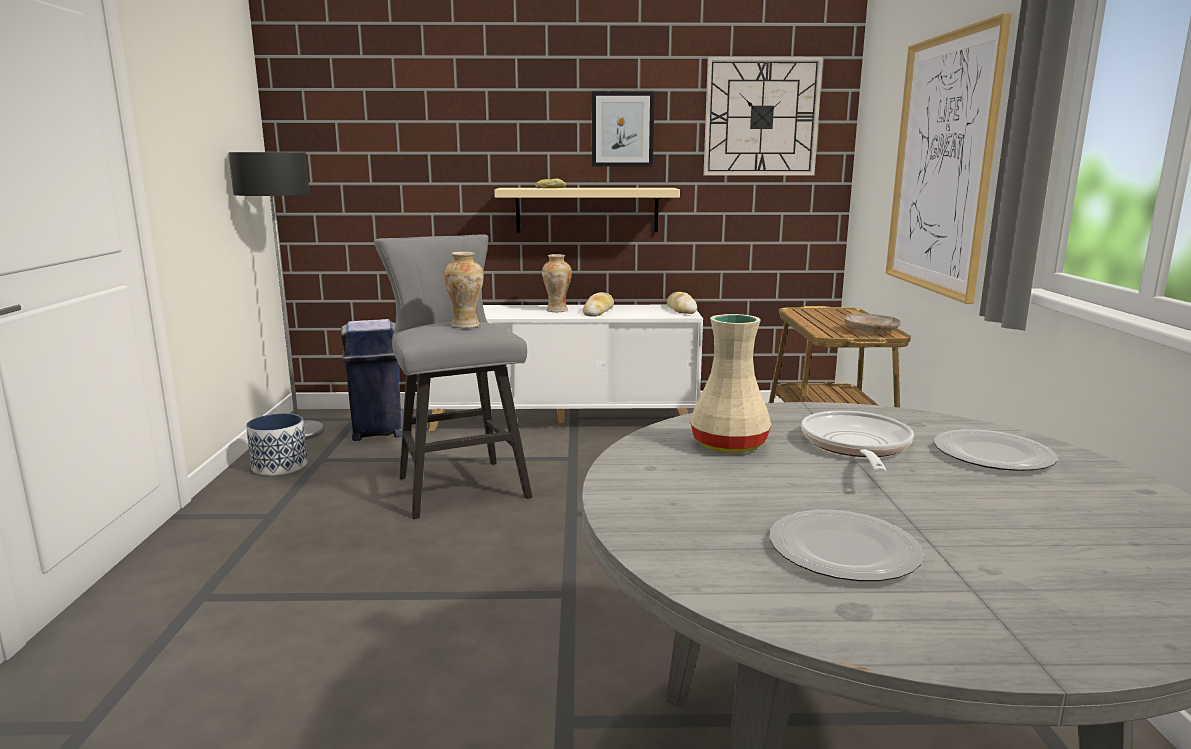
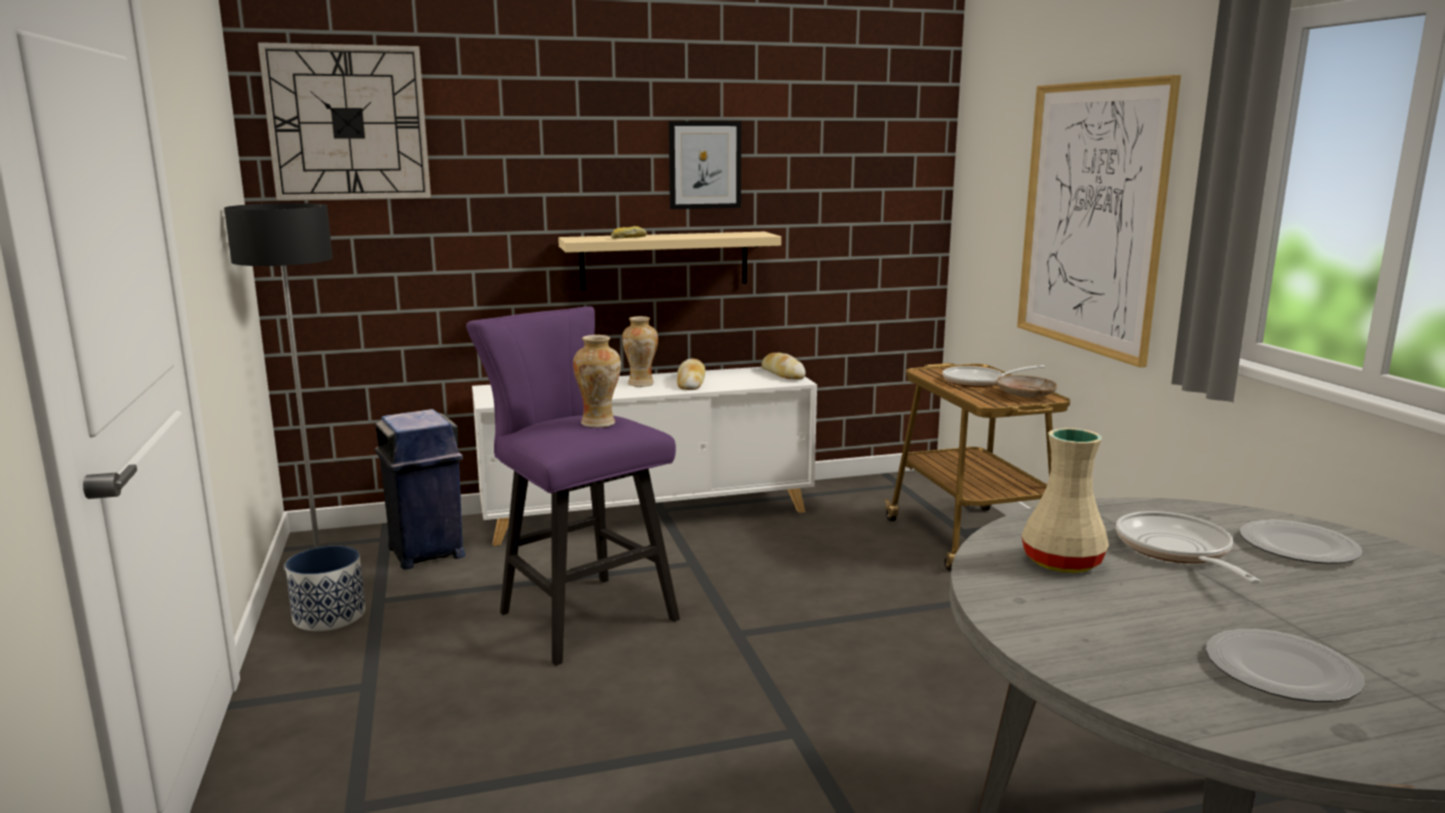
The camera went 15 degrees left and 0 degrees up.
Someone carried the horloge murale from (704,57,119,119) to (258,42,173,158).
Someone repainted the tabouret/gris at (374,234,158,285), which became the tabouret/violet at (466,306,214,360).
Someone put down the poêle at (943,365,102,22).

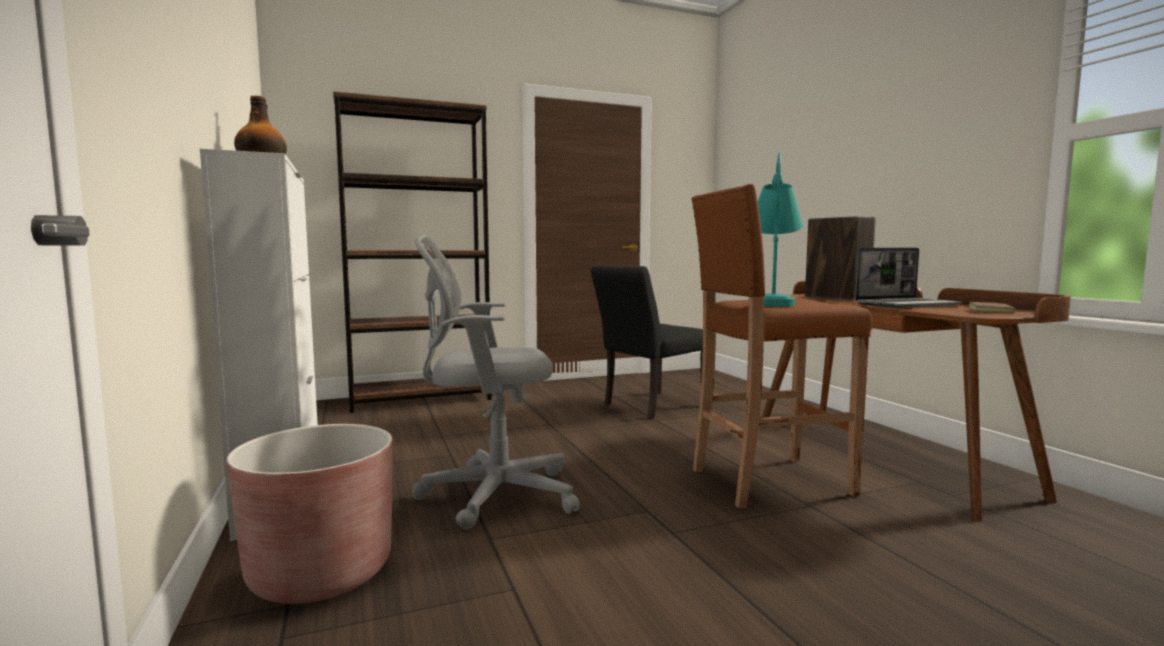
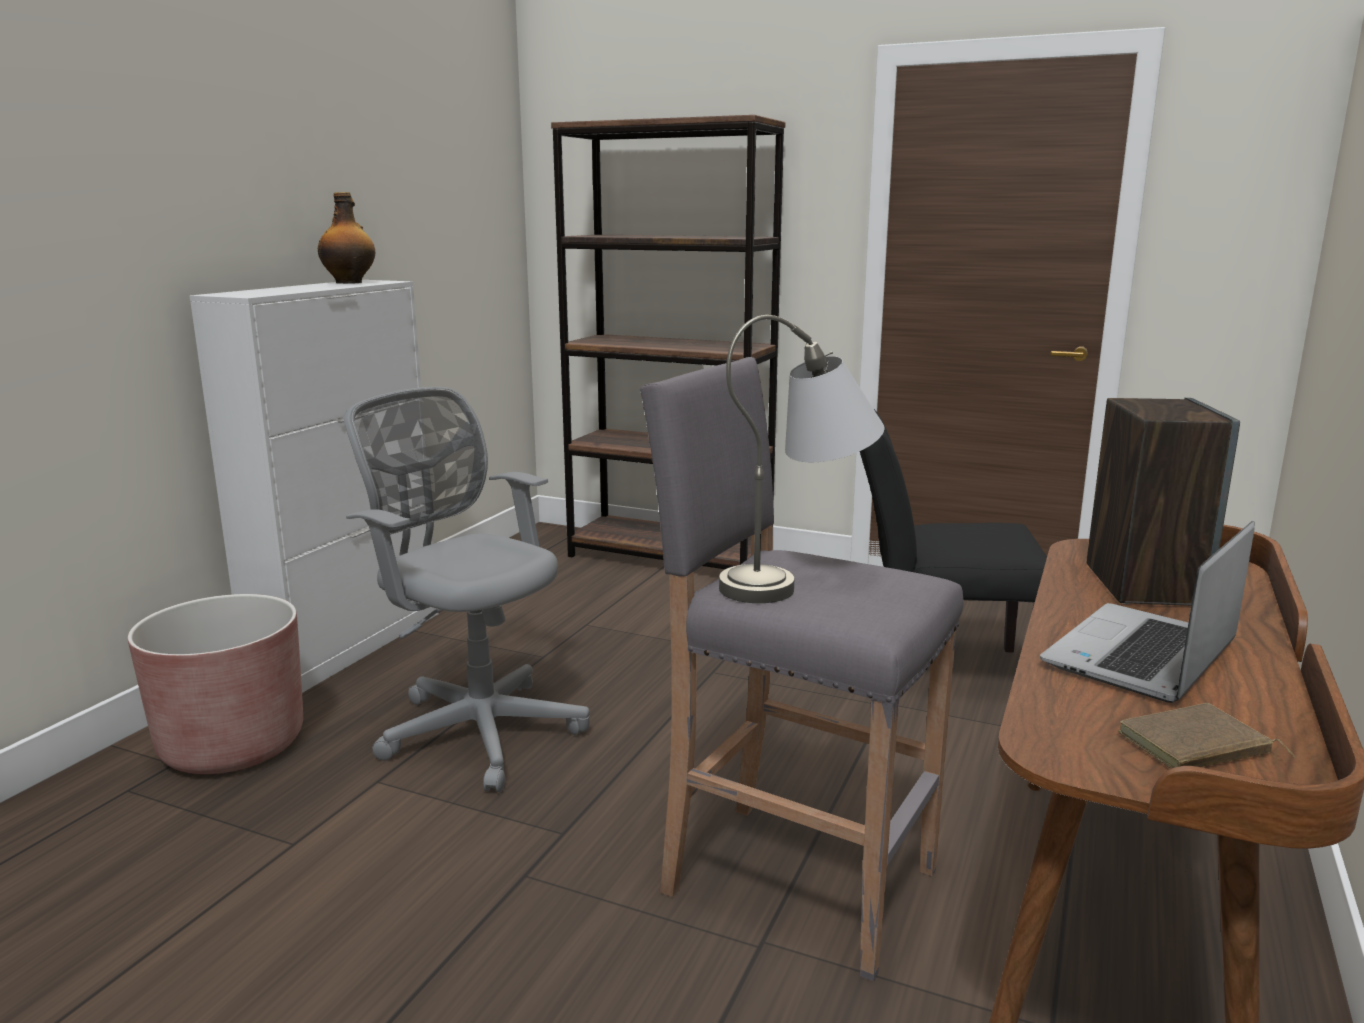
The camera went 45 degrees right and 10 degrees up.
Someone repainted the tabouret/marron at (691,184,182,325), which became the tabouret/gris at (640,357,324,625).
Someone repainted the lampe de table/turquoise at (758,153,45,153), which became the lampe de table/gris at (719,315,165,288).
Someone rotated the ordinateur portable at (855,248,107,60) by 105 degrees clockwise.

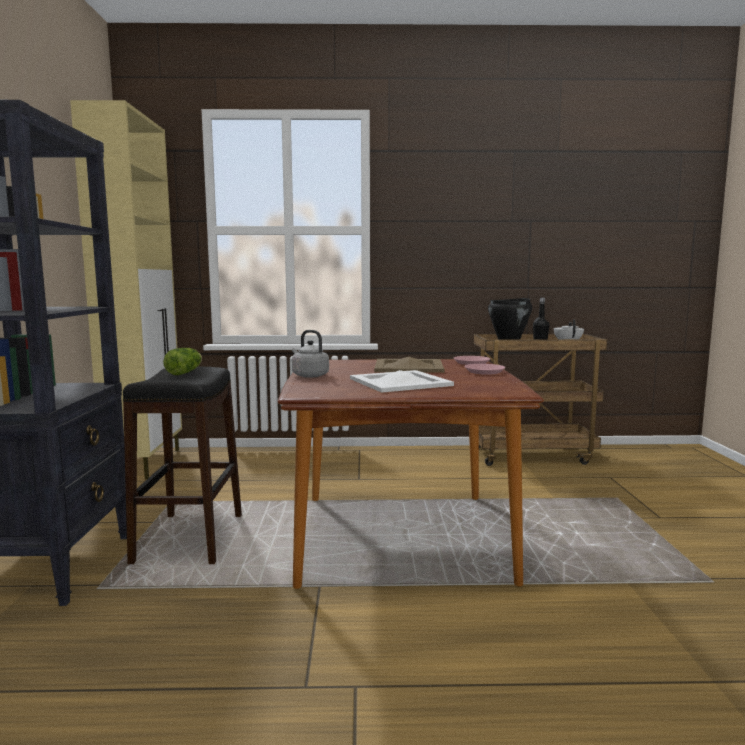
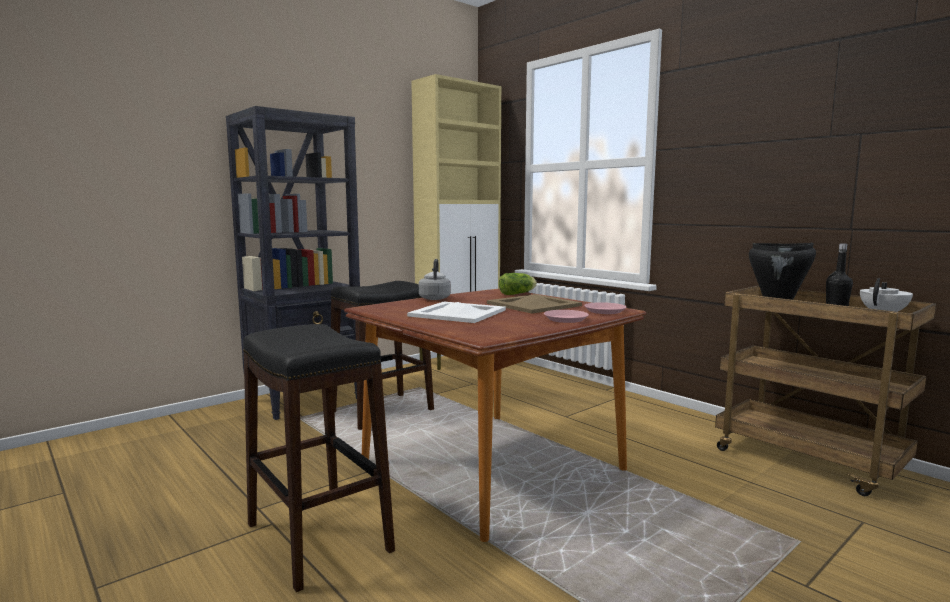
The camera went 50 degrees right and 0 degrees up.
Someone put down the tabouret/noir at (243,324,152,268).
Someone carried the laitue from (163,348,39,27) to (499,273,38,22).

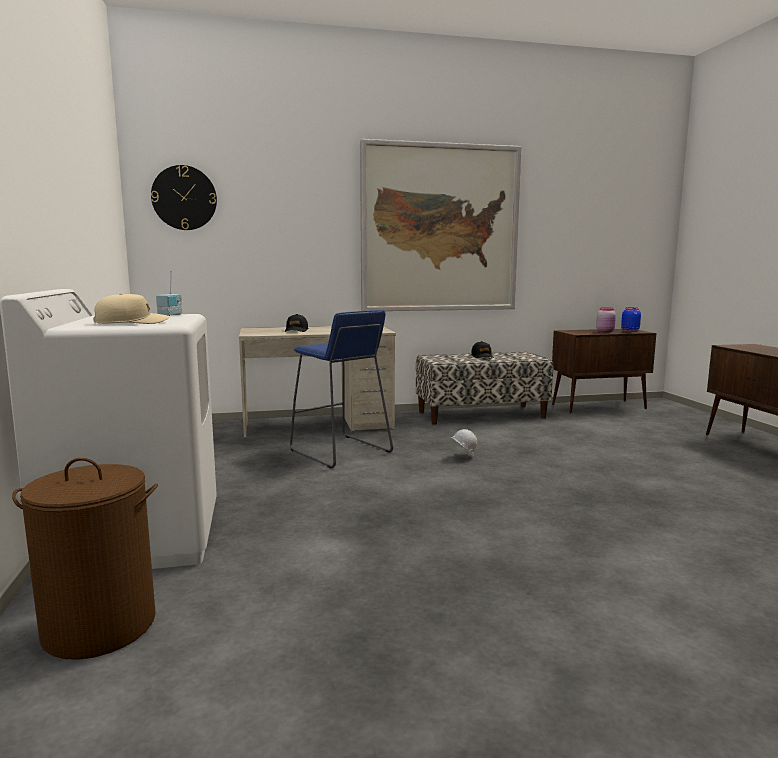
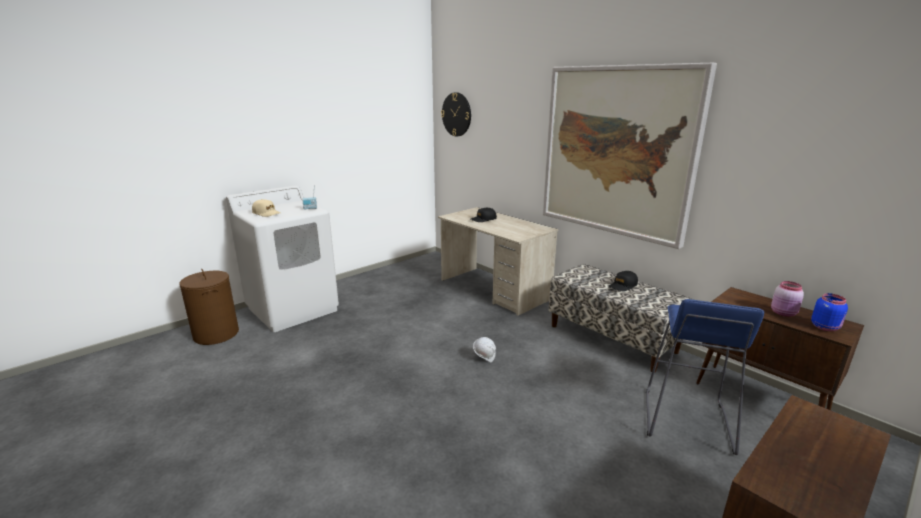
The camera went 60 degrees right and 10 degrees up.
Someone carried the tabouret/bleu from (290,310,103,159) to (646,299,118,156).

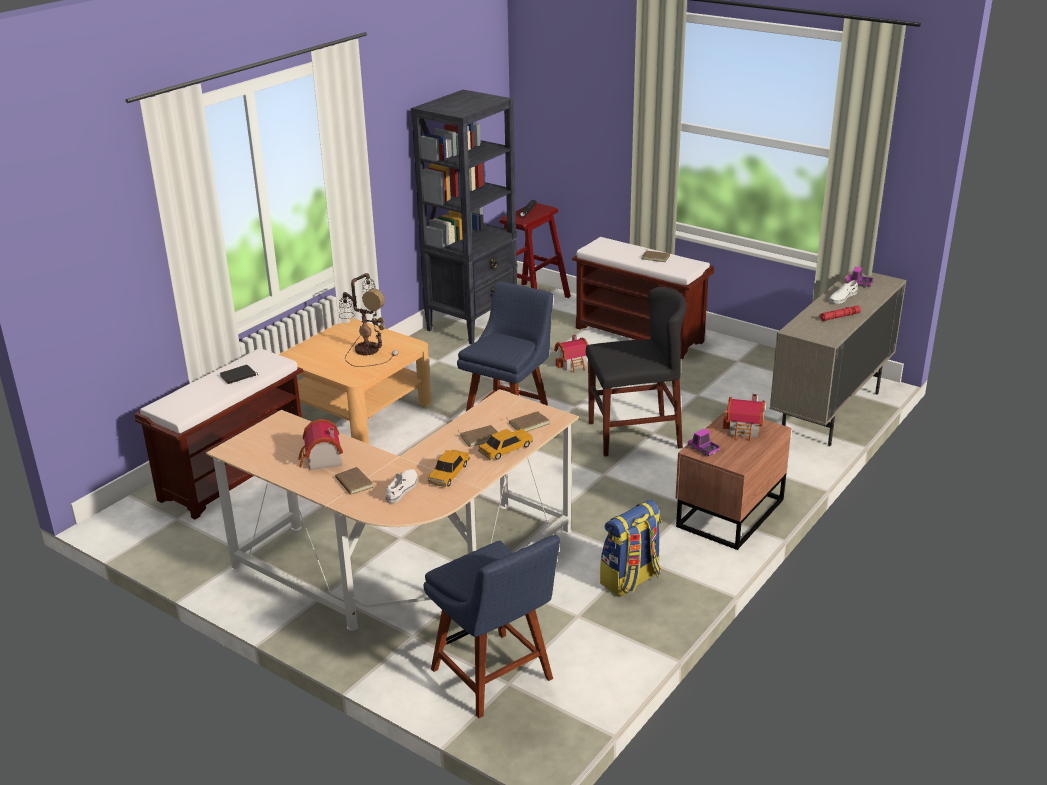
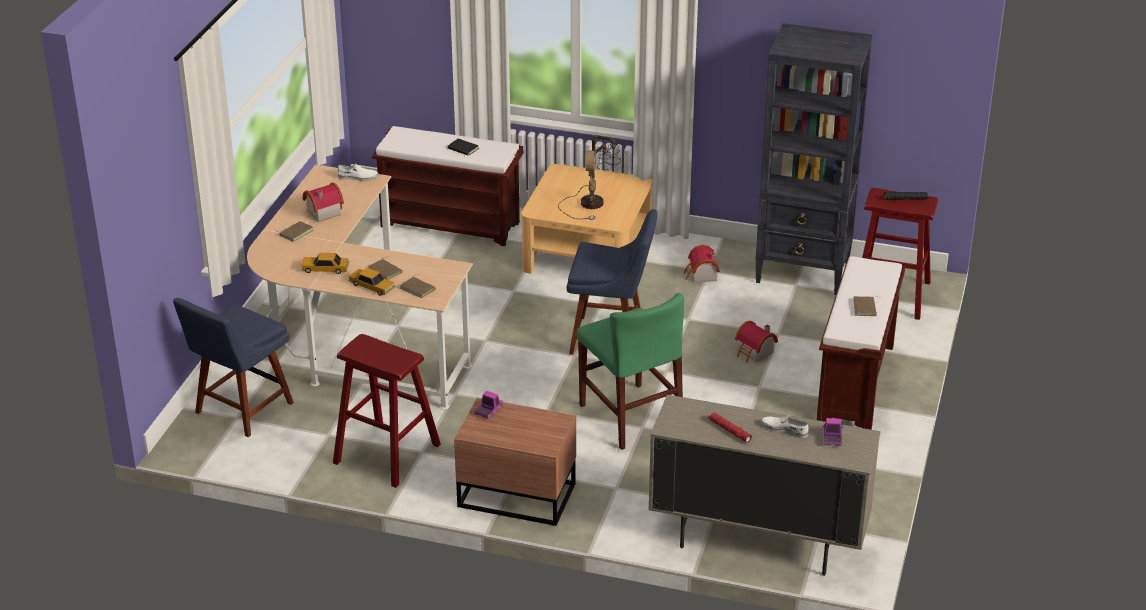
The camera went 70 degrees right and 5 degrees up.
Someone swapped the sac à dos at (600,500,61,97) for the tabouret/rouge at (333,334,108,154).
Someone carried the chaussure/blanc from (386,469,32,34) to (337,163,41,18).
Someone repainted the chaise/noir at (586,287,101,170), which became the chaise/vert at (577,293,107,157).
Someone carried the maison miniature from (723,394,42,47) to (684,245,36,37).

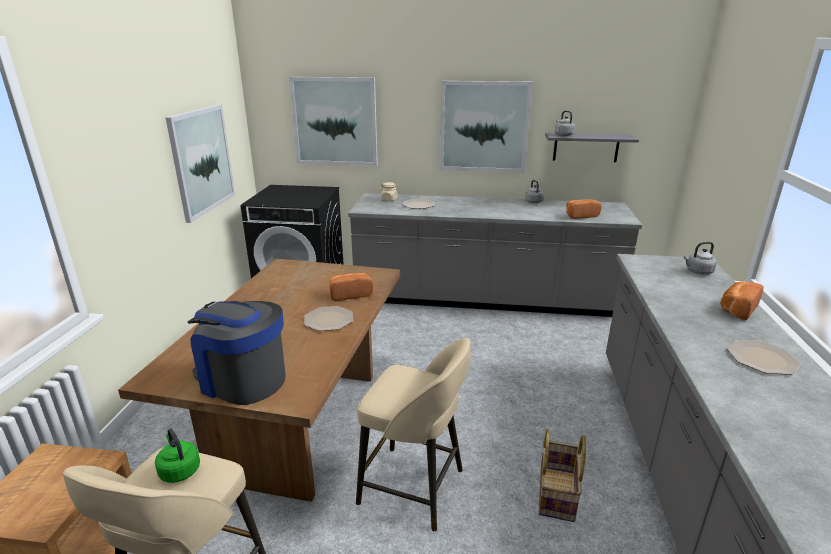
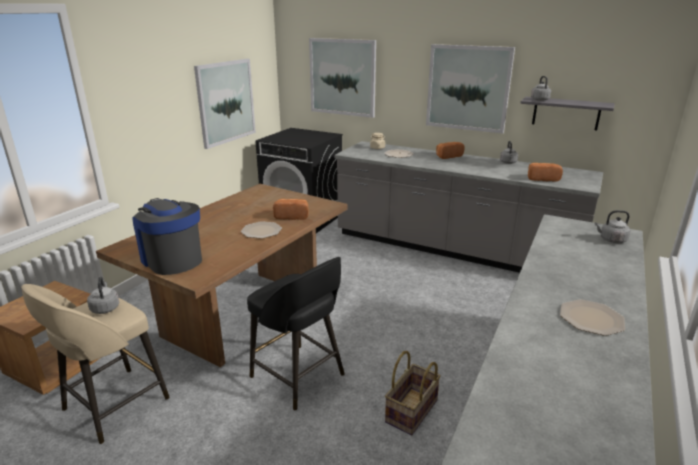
The camera went 20 degrees right and 0 degrees up.
Someone repainted the bouilloire/vert at (155,428,45,55), which became the bouilloire/gris at (87,276,32,38).
Someone repainted the tabouret/beige at (356,338,115,193), which became the tabouret/noir at (247,257,97,153).
Someone carried the pain from (720,282,44,38) to (436,142,29,17).

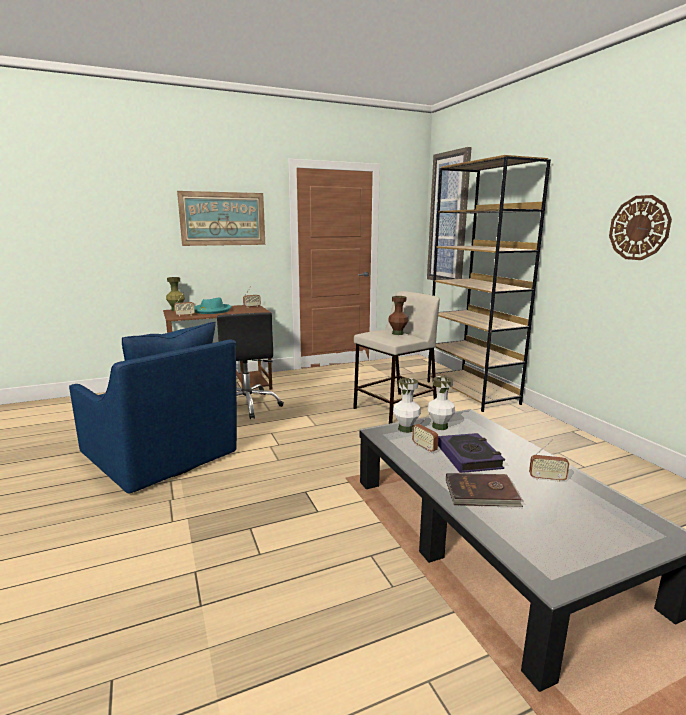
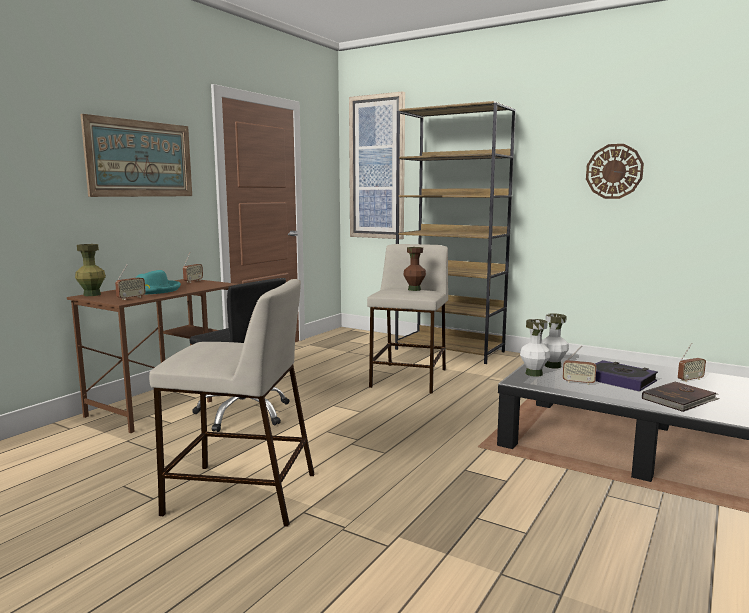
The camera went 35 degrees left and 5 degrees down.
Someone swapped the fauteuil/bleu at (69,322,168,171) for the tabouret/beige at (149,279,166,247).

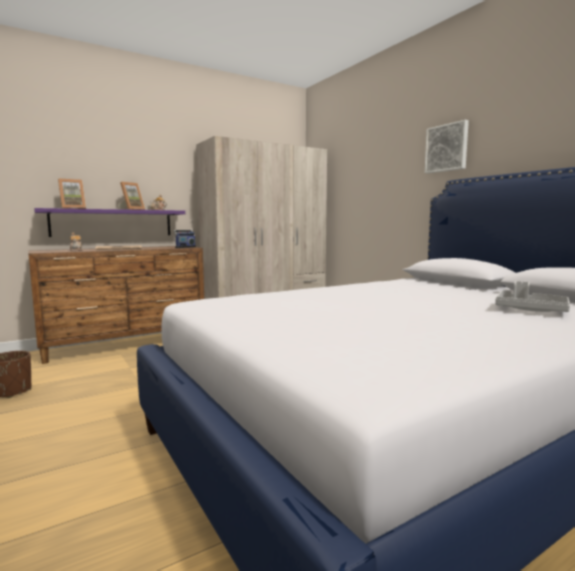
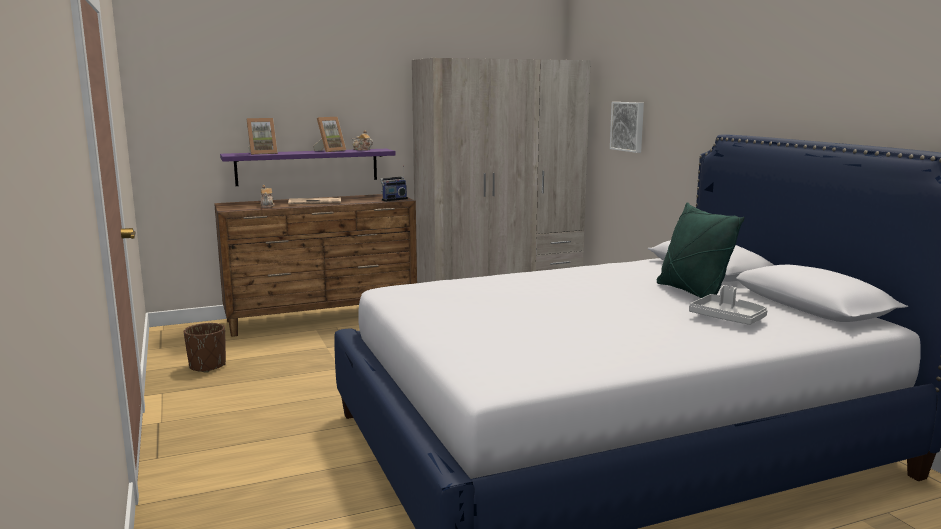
The camera went 10 degrees right and 5 degrees up.
Someone carried the tableau from (425,120,44,53) to (610,102,34,51).
Someone put down the coussin/vert at (657,202,88,96).

